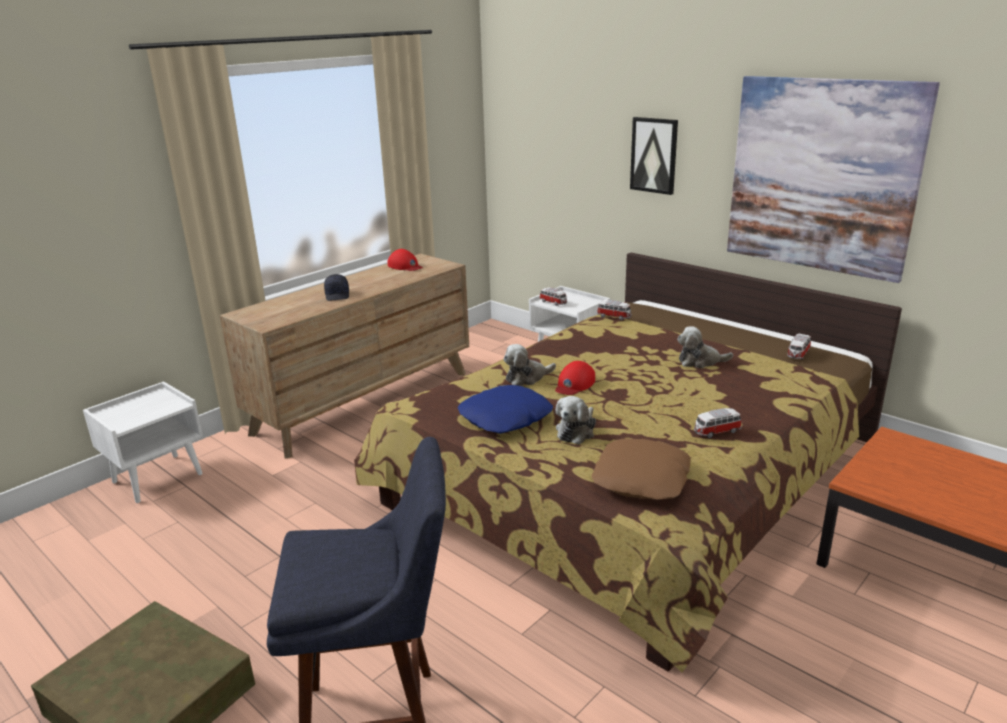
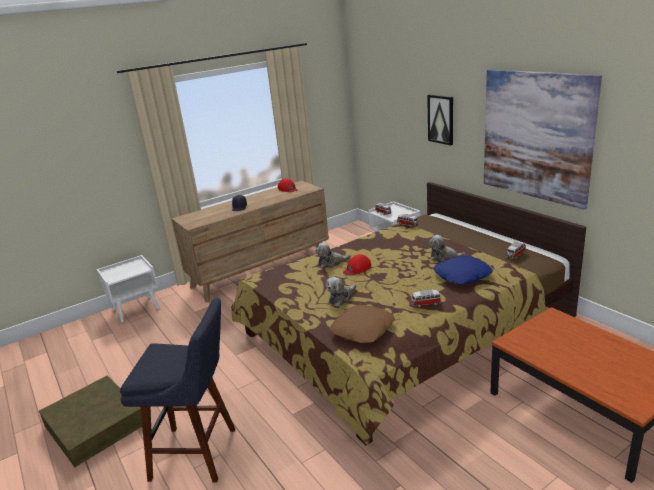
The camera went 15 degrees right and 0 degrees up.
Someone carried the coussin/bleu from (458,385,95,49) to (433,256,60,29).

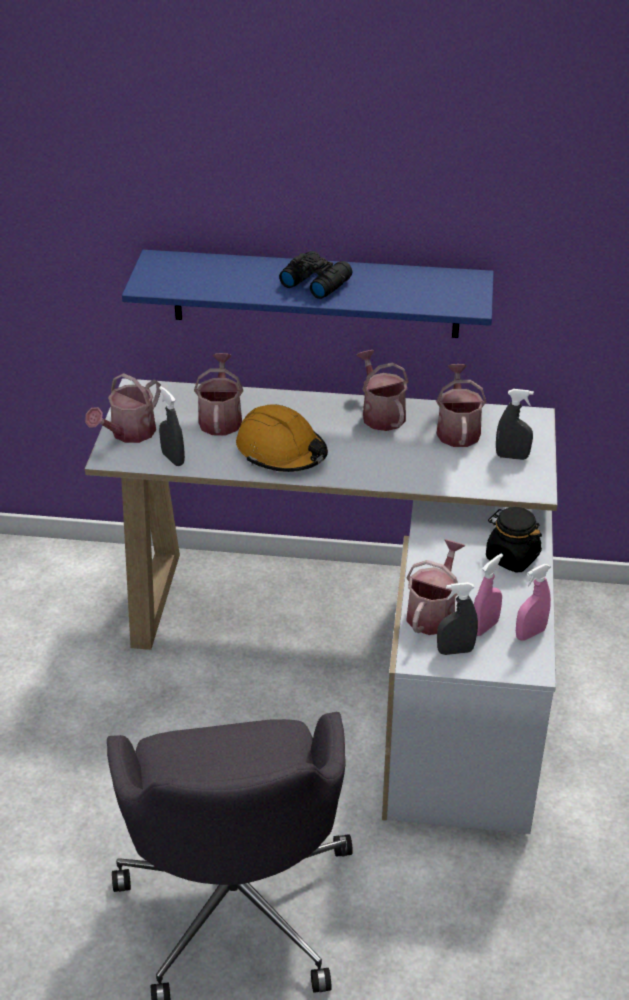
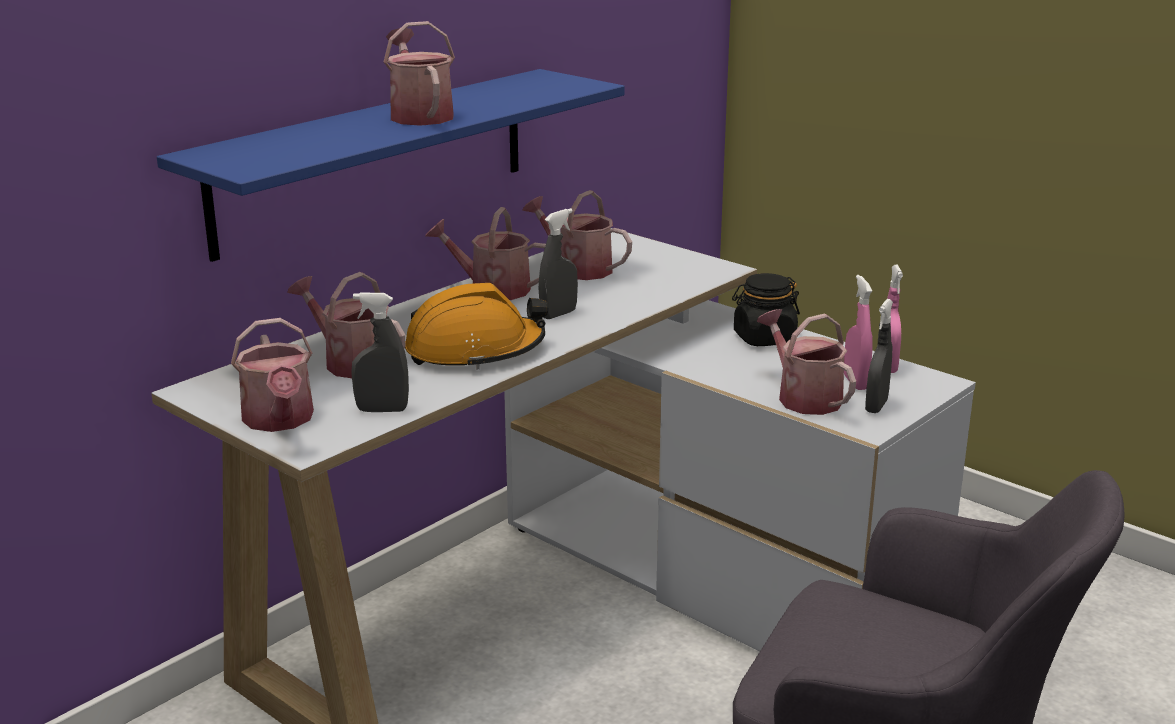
The camera went 55 degrees left and 15 degrees down.
Someone swapped the jumelles/noir at (279,251,74,48) for the arrosoir at (384,21,71,105).
Someone carried the vaporisateur/gris from (496,389,38,71) to (539,208,39,111).

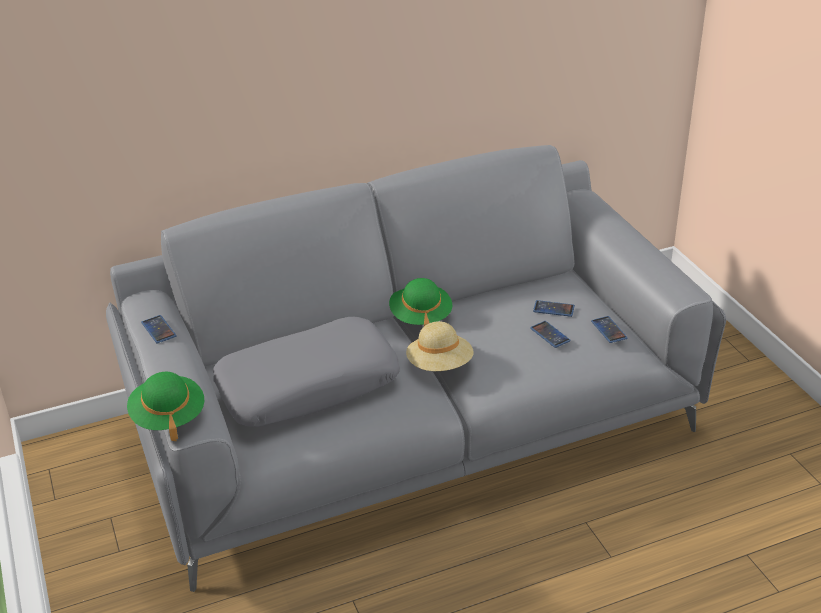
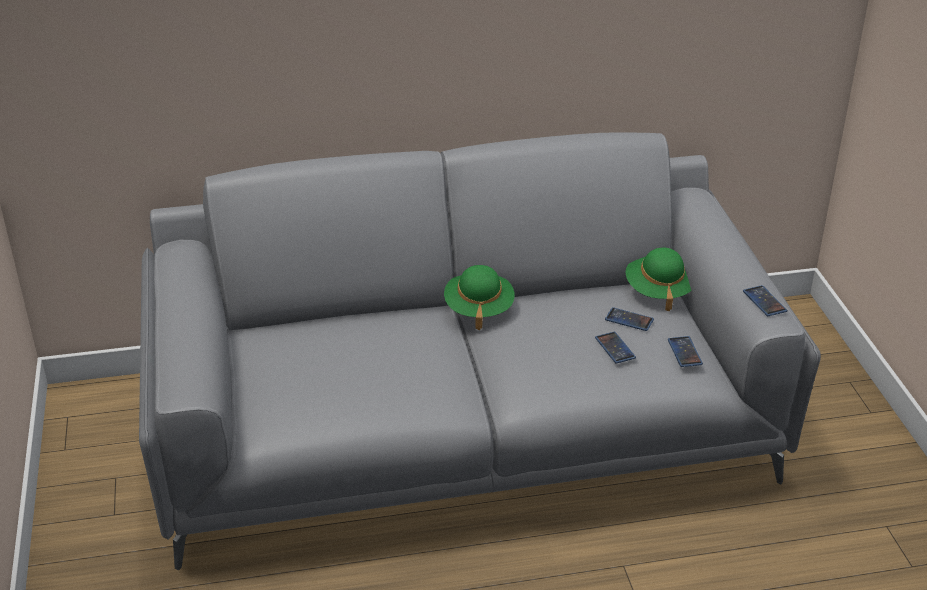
The camera went 10 degrees right and 0 degrees up.
Someone carried the chapeau/vert from (127,372,77,69) to (626,247,66,64).
Someone carried the téléphone from (141,315,36,28) to (743,285,44,31).
Someone took away the coussin/gris at (213,317,187,110).
Someone took away the chapeau/beige at (406,321,68,50).

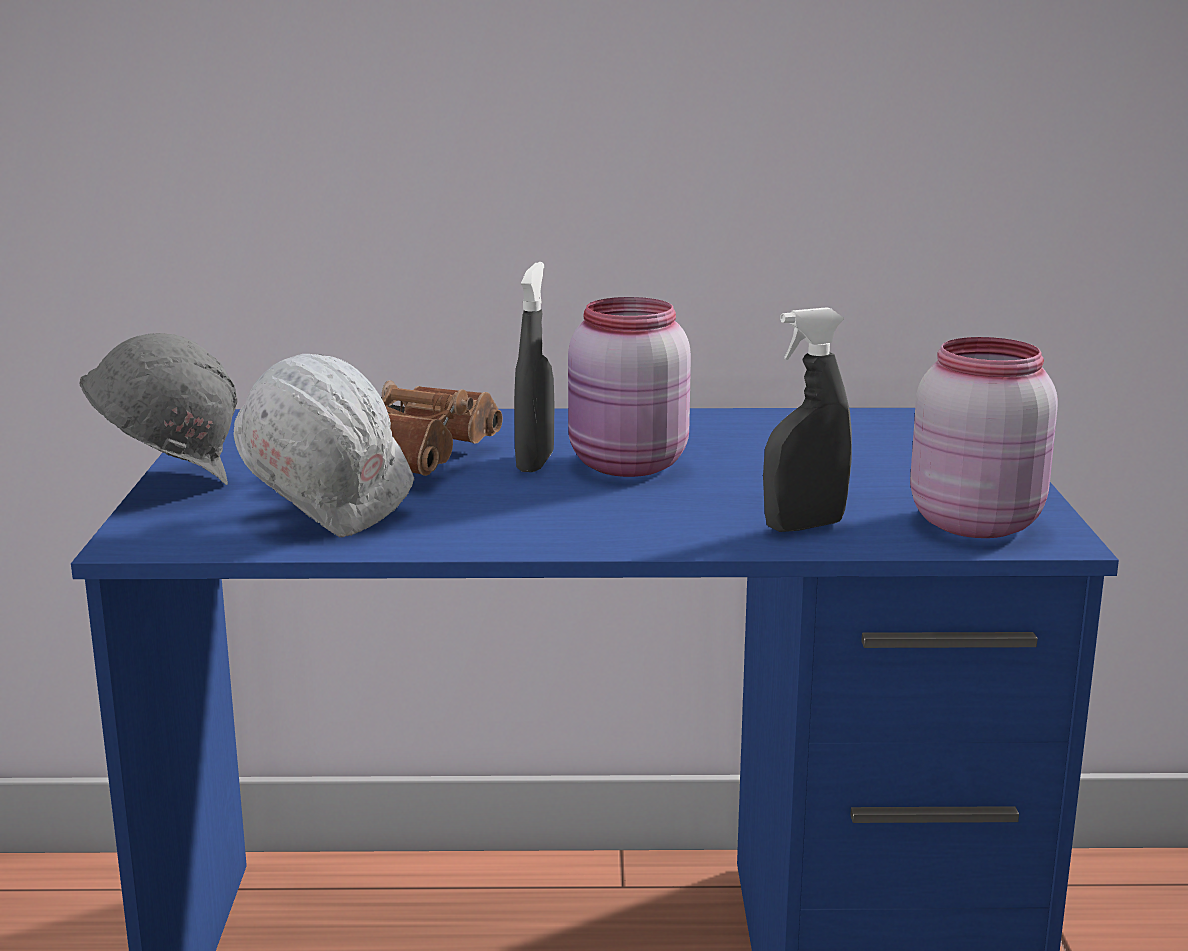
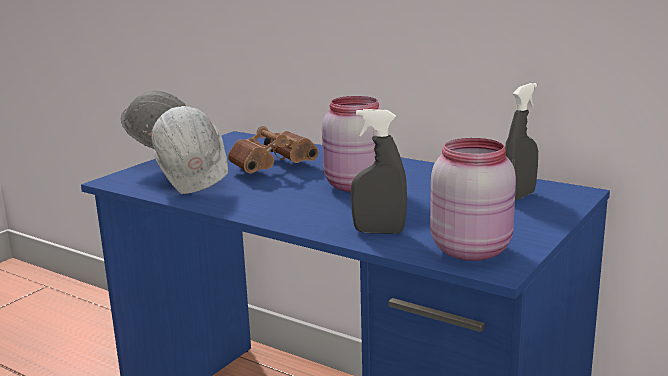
The camera went 35 degrees right and 0 degrees up.
Someone carried the vaporisateur/gris from (514,262,40,210) to (505,83,33,118).

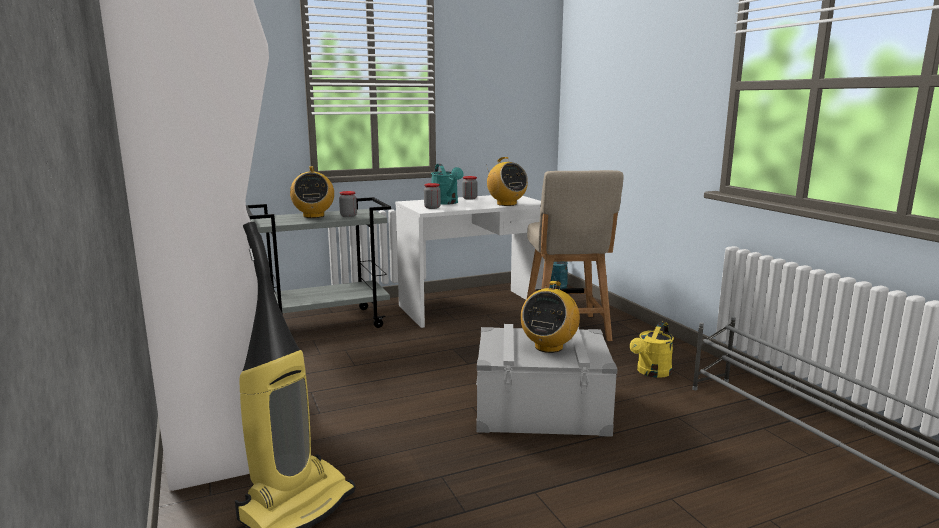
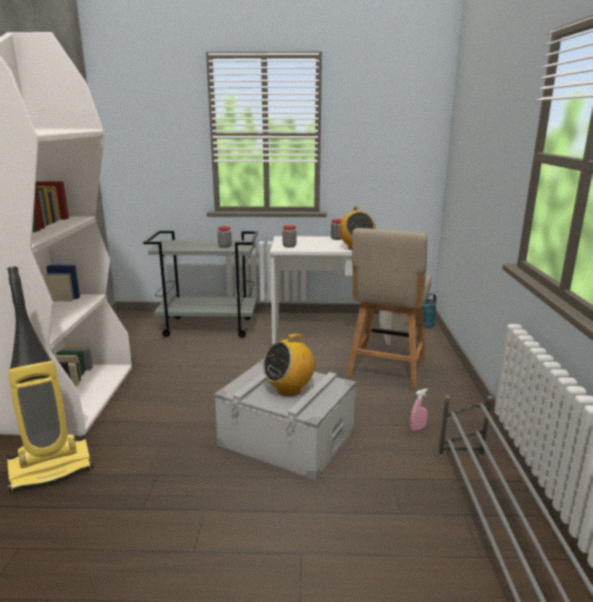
The camera went 25 degrees right and 5 degrees up.
Someone swapped the arrosoir/jaune at (630,322,44,56) for the vaporisateur/rose at (410,389,18,42).
Someone took away the radio at (290,166,44,52).
Someone took away the arrosoir/turquoise at (431,164,32,41).

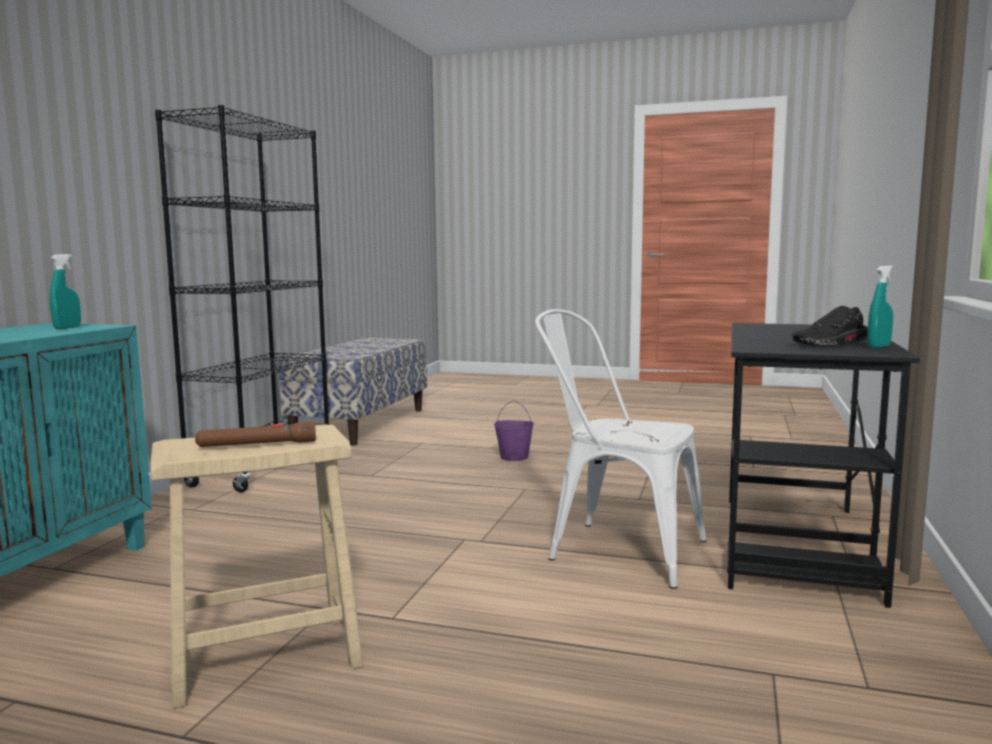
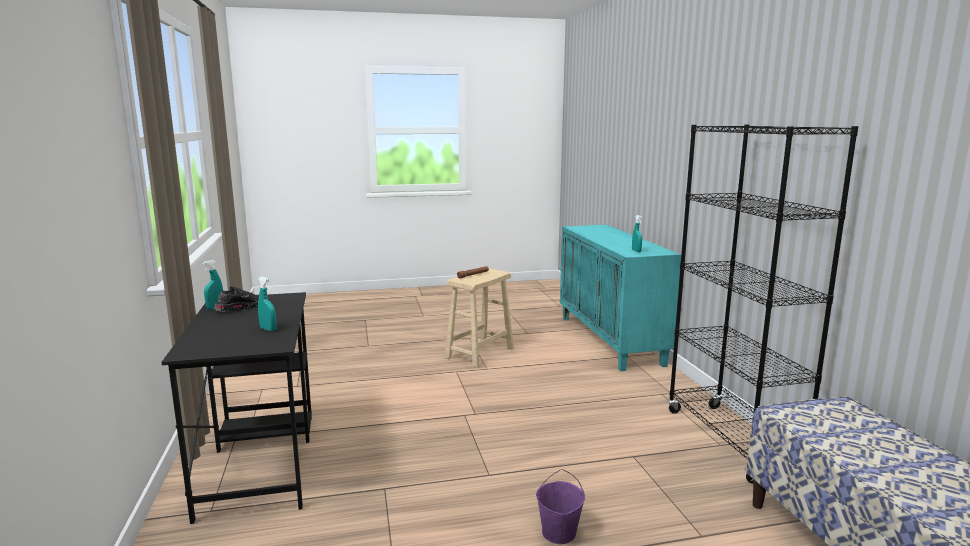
The camera went 150 degrees right and 5 degrees up.
Someone put down the vaporisateur/turquoise at (258,277,19,54).
Someone took away the chaise/blanc at (535,309,171,280).

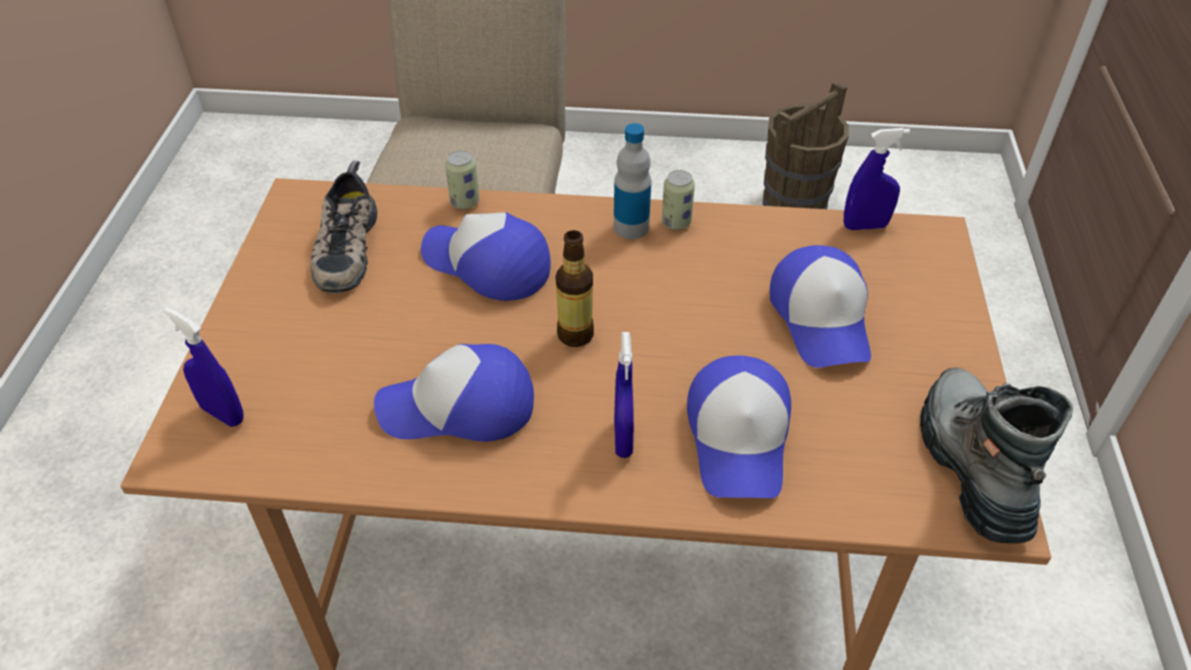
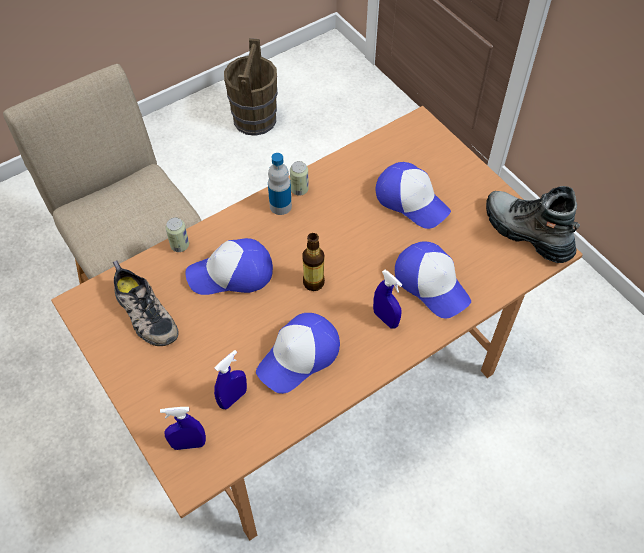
The camera went 40 degrees left and 10 degrees up.
Someone carried the vaporisateur/bleu from (844,128,66,102) to (214,350,33,59).

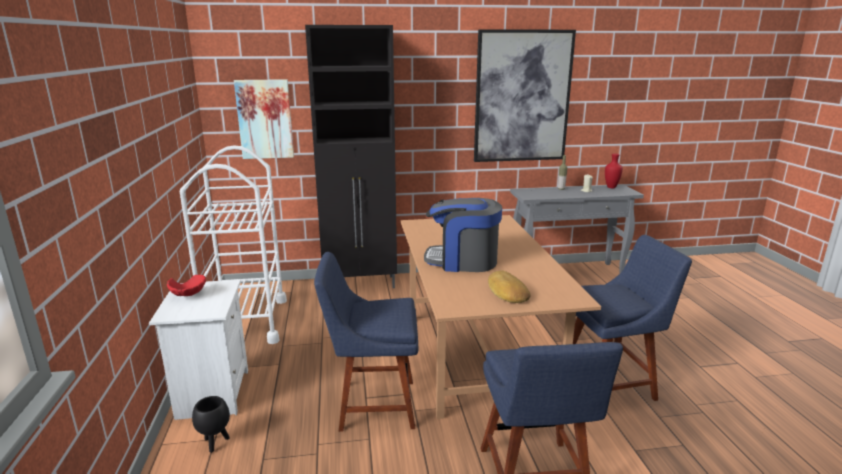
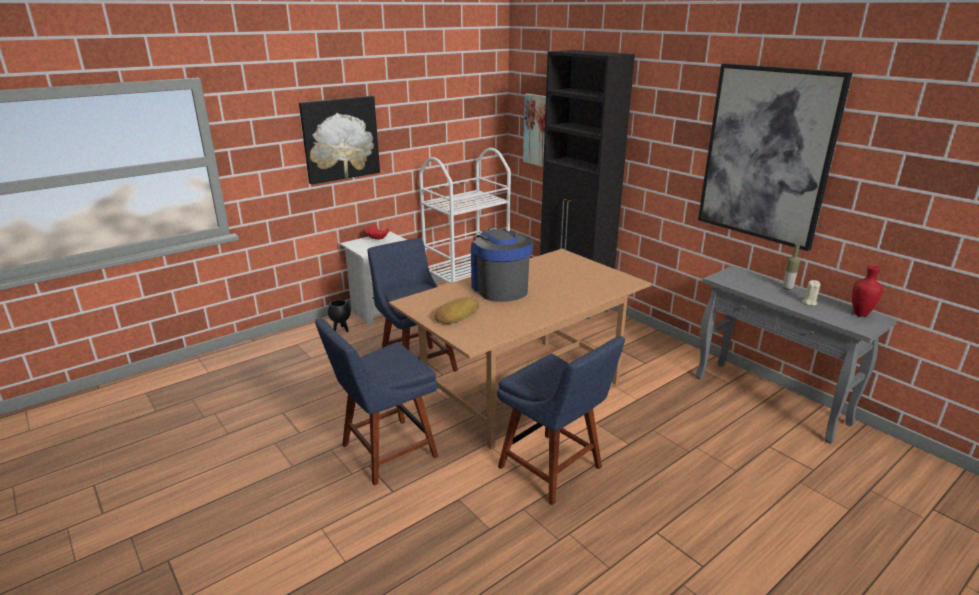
The camera went 60 degrees right and 5 degrees up.
Someone put up the tableau at (299,96,81,88).

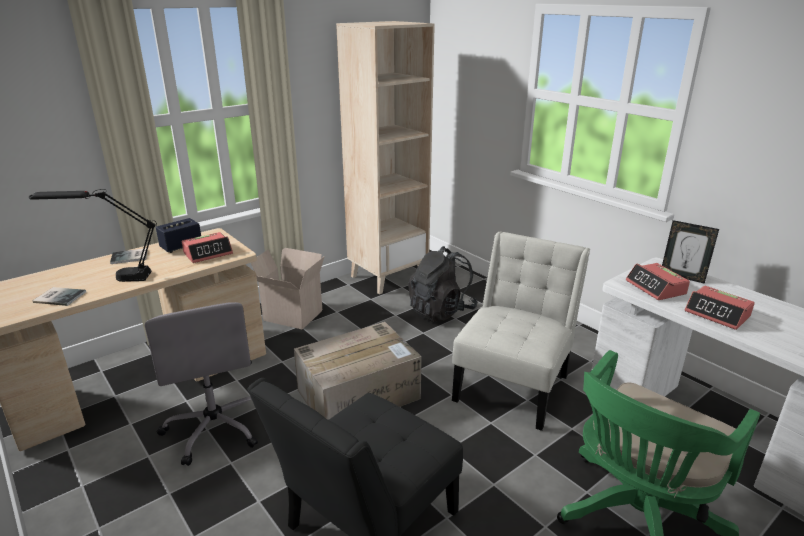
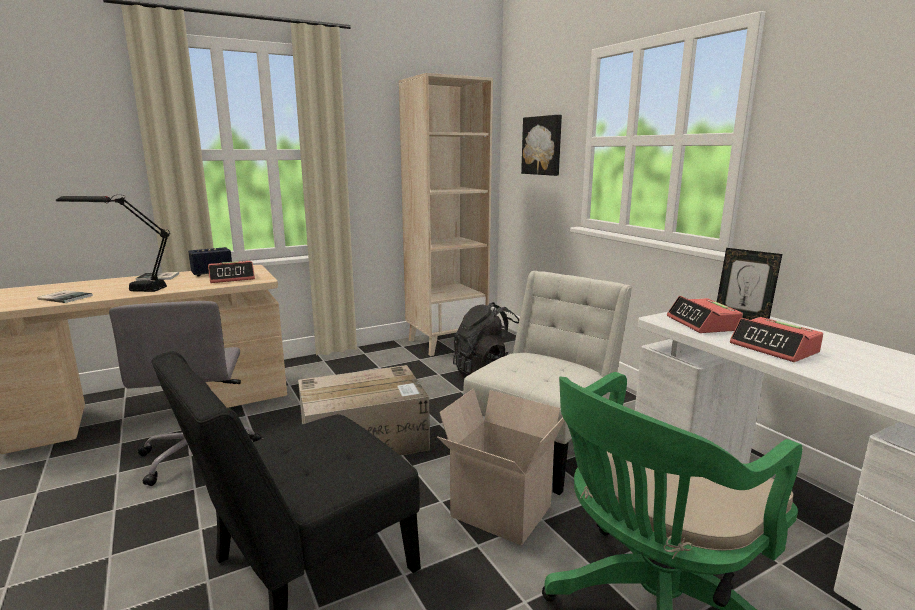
The camera went 10 degrees right and 10 degrees down.
Someone carried the carton from (251,248,74,82) to (437,388,127,158).
Someone put up the tableau at (521,115,41,61).

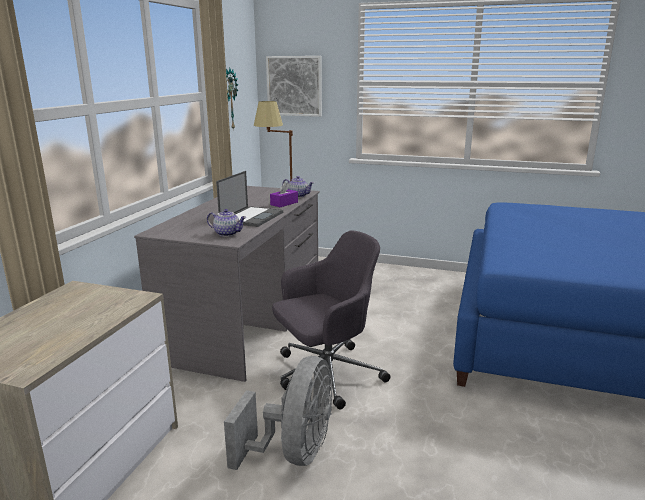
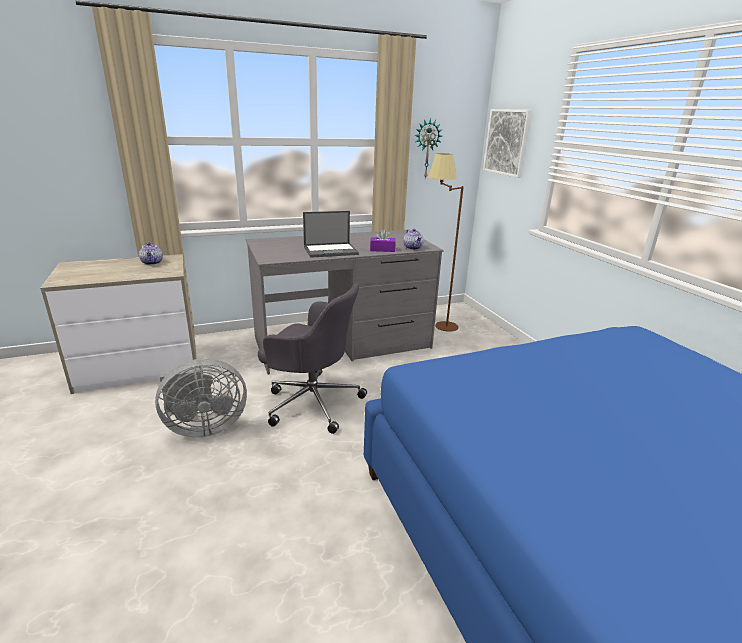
The camera went 50 degrees right and 5 degrees up.
Someone carried the théière from (207,209,39,28) to (139,242,24,23).

